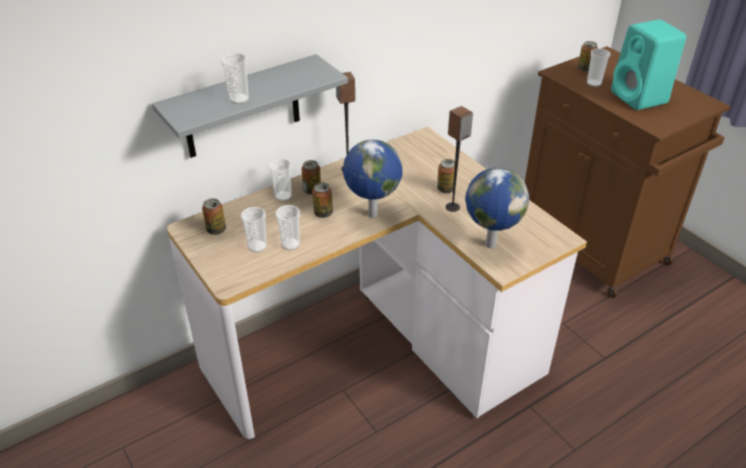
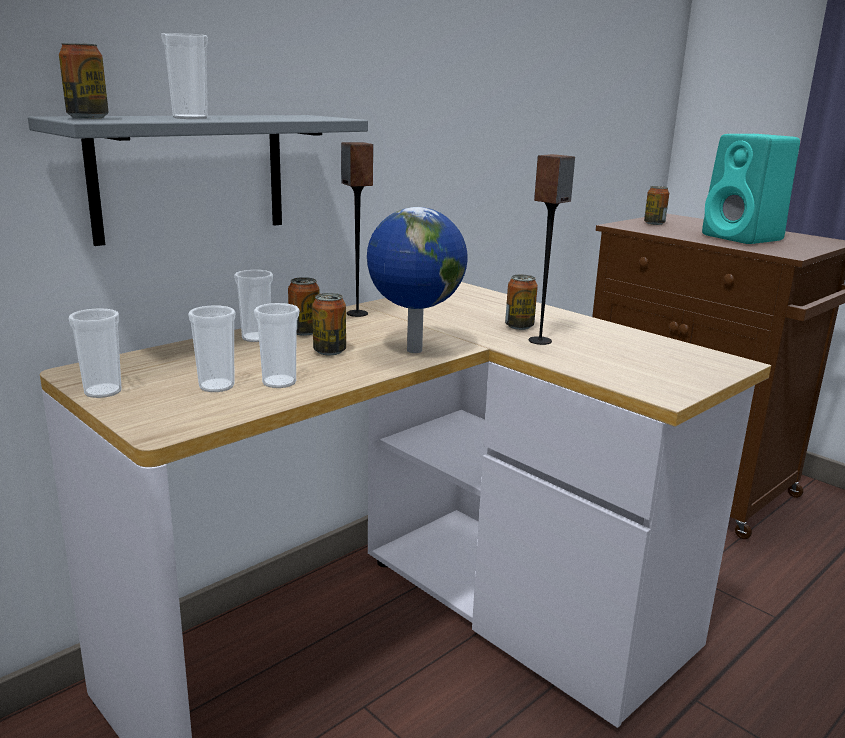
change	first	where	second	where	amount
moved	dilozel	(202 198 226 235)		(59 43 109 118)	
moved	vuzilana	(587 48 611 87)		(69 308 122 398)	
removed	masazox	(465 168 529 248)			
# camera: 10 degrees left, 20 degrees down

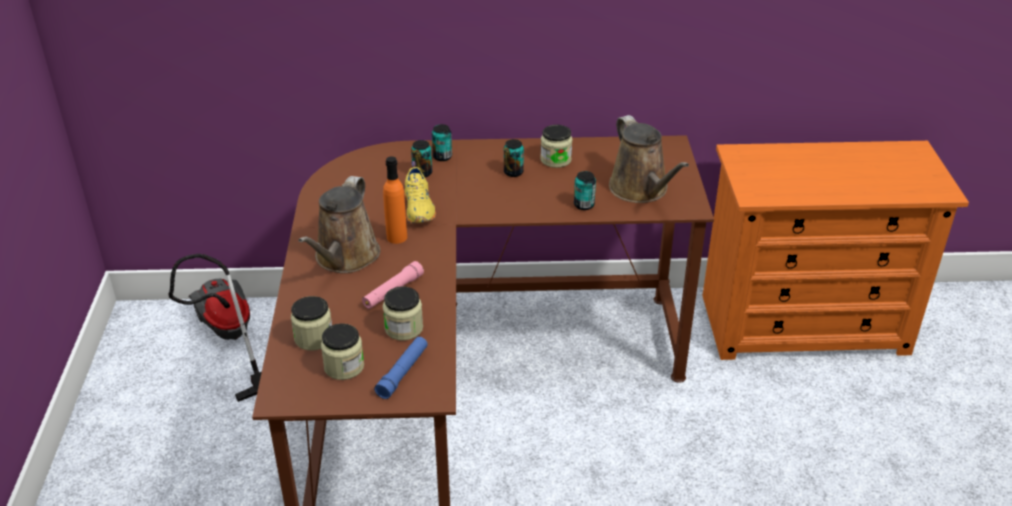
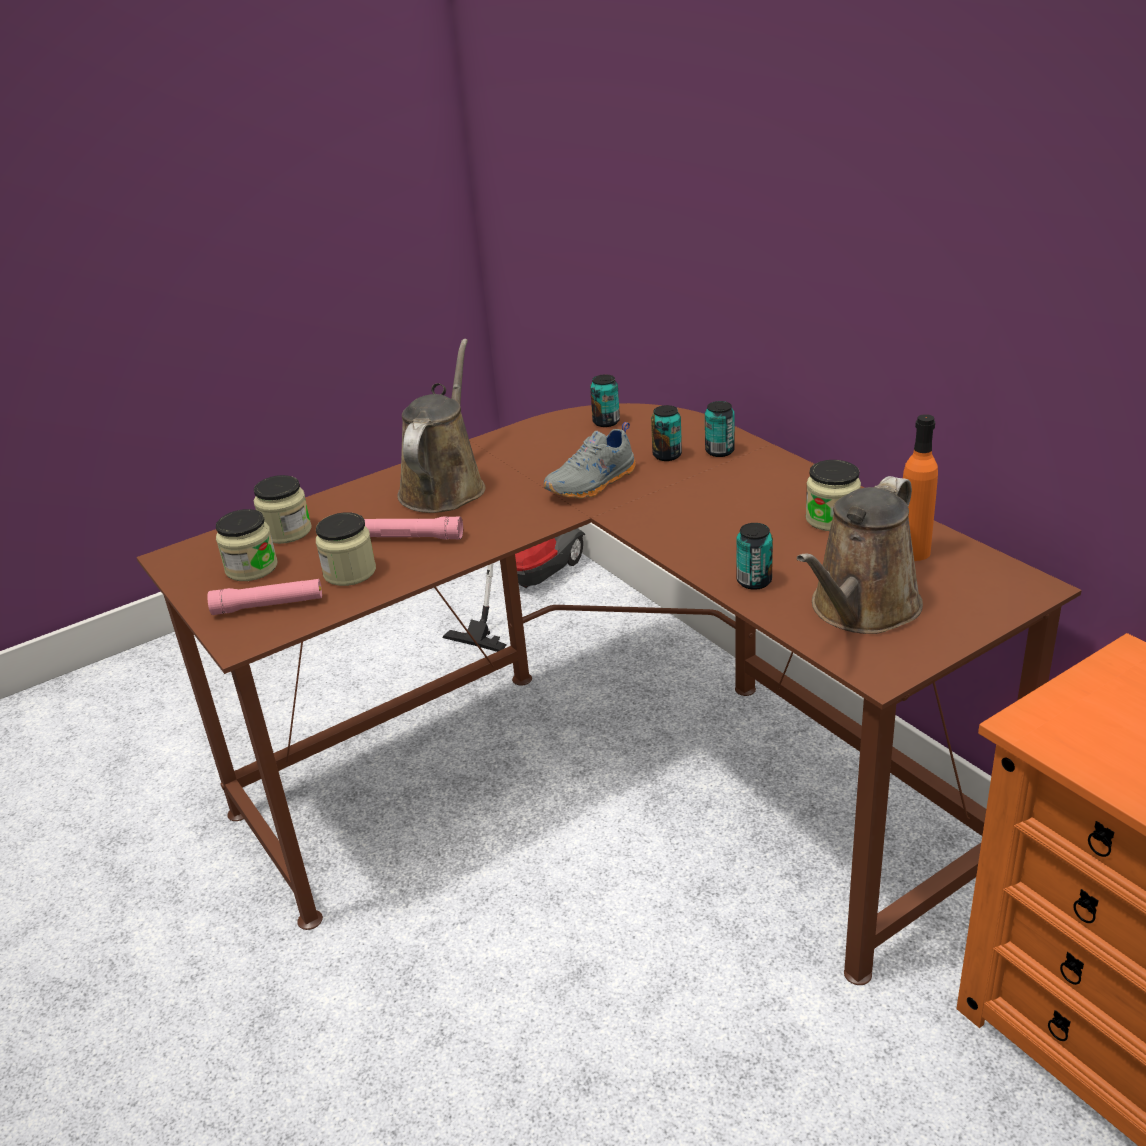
change	first	where	second	where	amount
recoloured	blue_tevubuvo	(374 337 428 399)	pink_tevubuvo	(207 579 322 615)	
turned	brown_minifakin	(298 176 380 273)		(397 339 486 513)	120 degrees clockwise
recoloured	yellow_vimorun	(404 161 436 223)	grey_vimorun	(544 422 636 499)	
moved	dilozel	(504 139 524 177)		(590 374 620 427)	
moved	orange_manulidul	(383 156 407 244)		(903 414 938 561)	
# camera: 60 degrees right, 5 degrees down

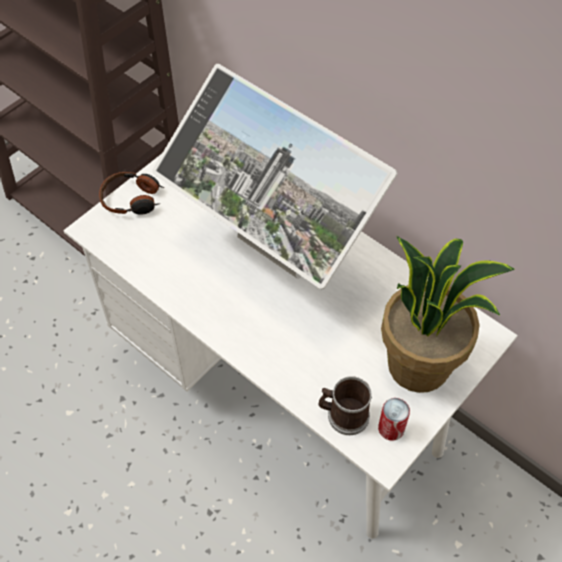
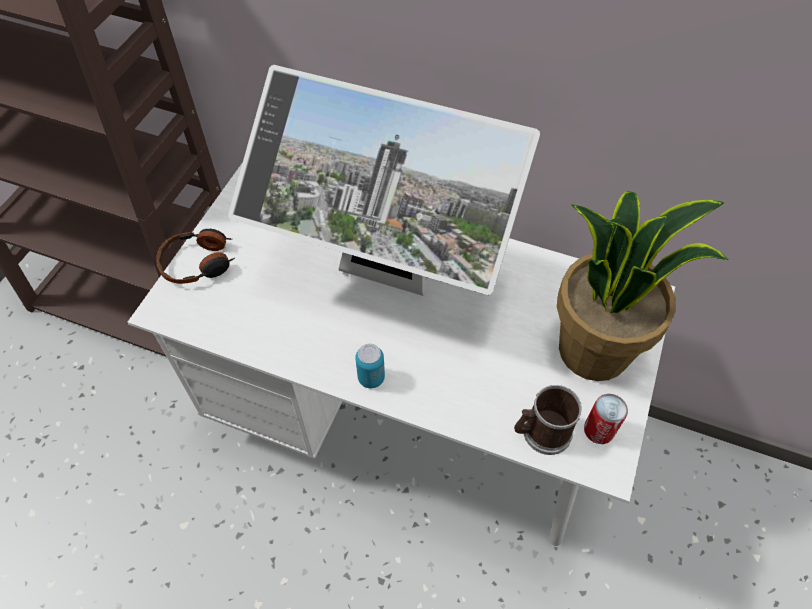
change	first	where	second	where	amount
added			dilozel	(355 344 385 388)	
# camera: 20 degrees left, 0 degrees up

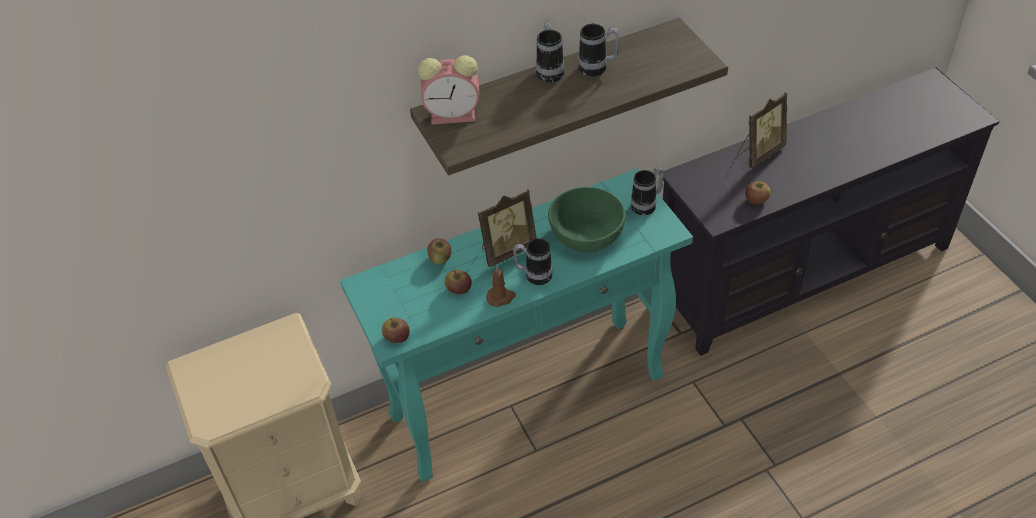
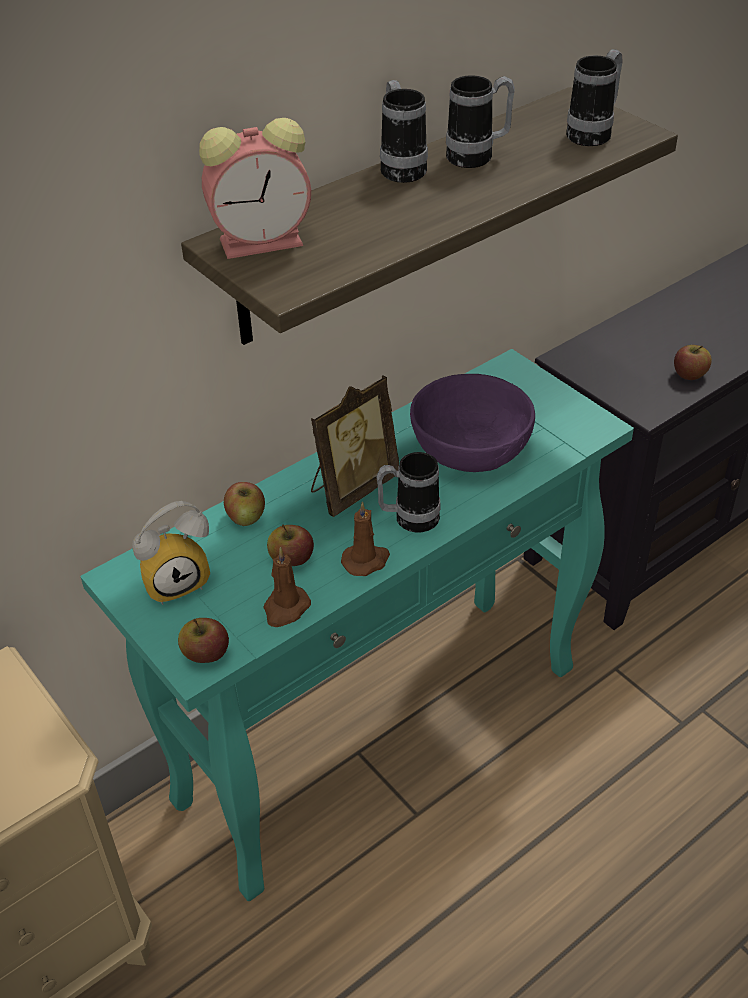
change	first	where	second	where	amount
added			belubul	(132 501 210 605)	
added			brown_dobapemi	(263 547 311 627)	
recoloured	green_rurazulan	(548 187 626 253)	purple_rurazulan	(410 374 535 472)	
moved	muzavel	(631 167 664 215)		(566 49 623 146)	
removed	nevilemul	(737 92 787 168)			
# camera: 15 degrees left, 5 degrees down

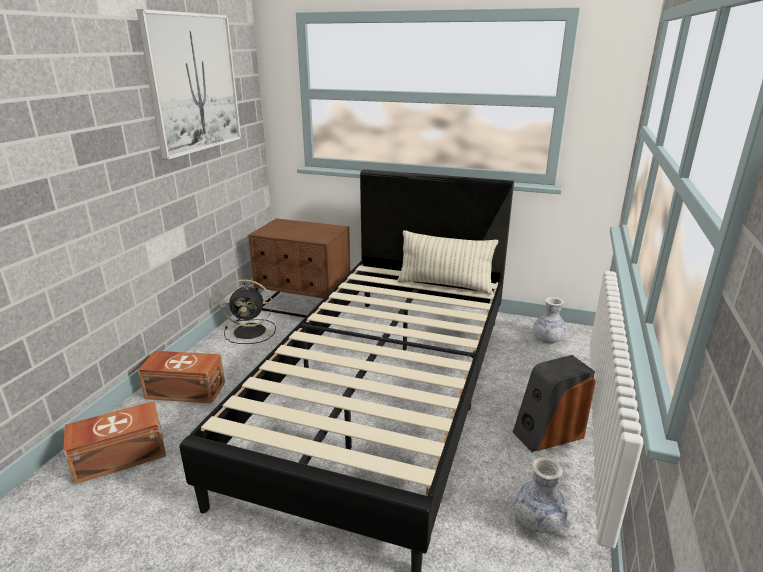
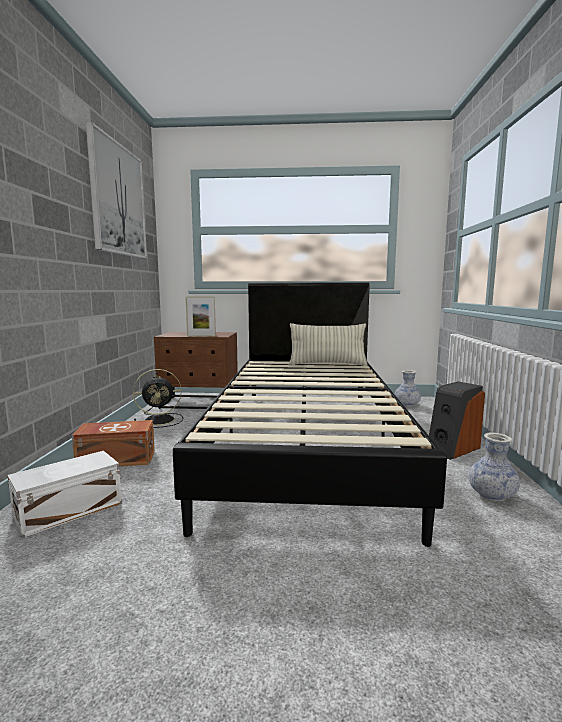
change	first	where	second	where	amount
recoloured	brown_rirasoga	(64 401 166 485)	white_rirasoga	(8 451 122 538)	
added			nevilemul	(186 297 216 336)	
# camera: 15 degrees left, 15 degrees down

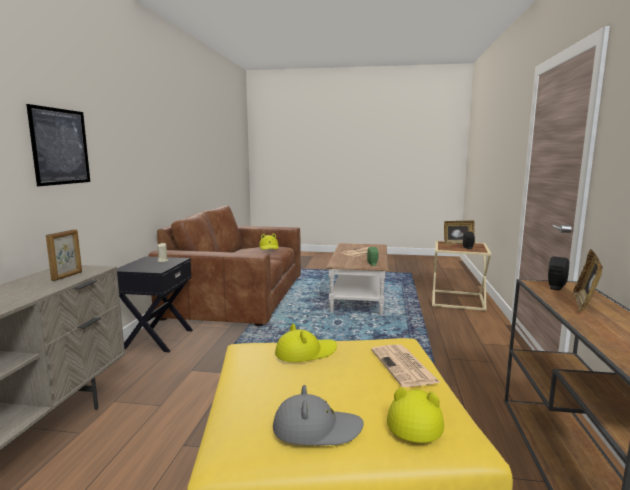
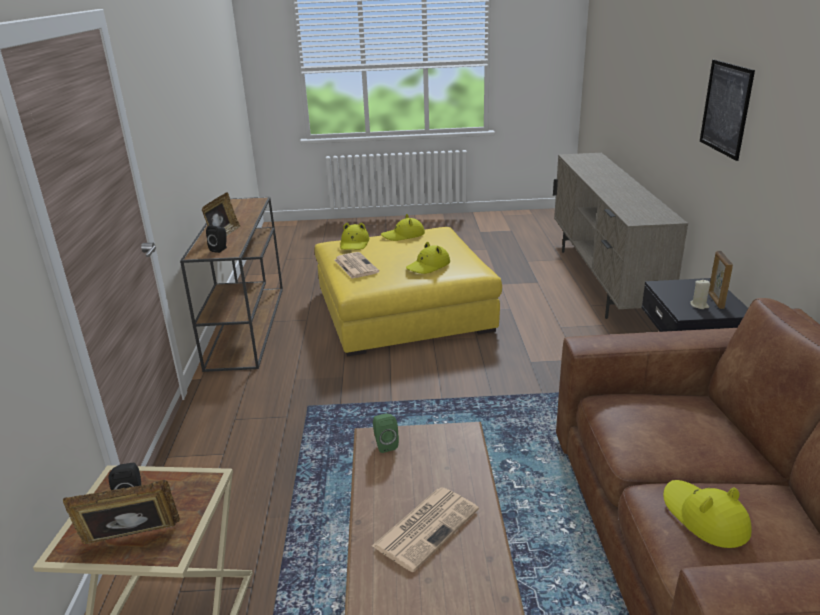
change	first	where	second	where	amount
recoloured	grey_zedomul	(273 385 364 445)	yellow_zedomul	(381 214 425 241)	
moved	nevilemul	(46 229 82 281)		(708 251 733 309)	
# camera: 170 degrees right, 15 degrees up

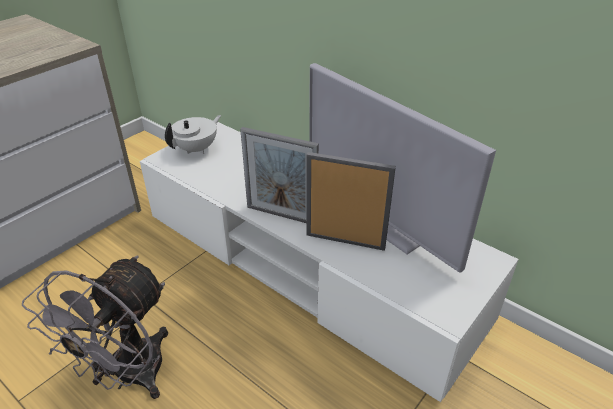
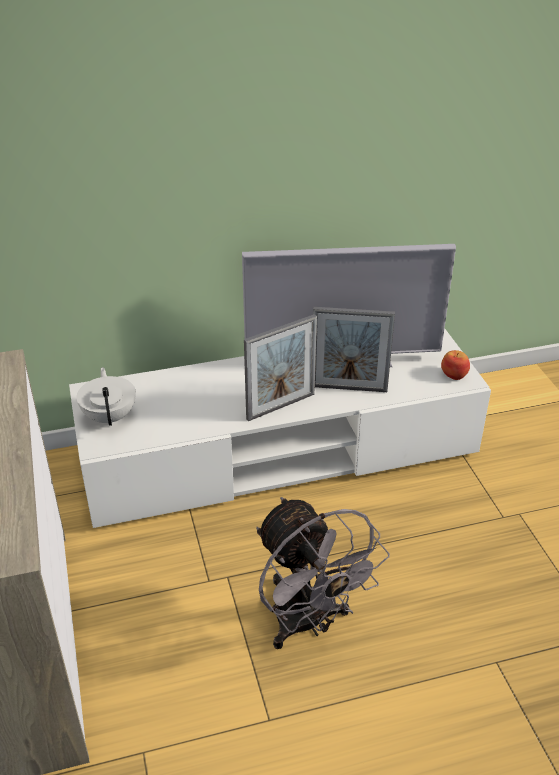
change	first	where	second	where	amount
turned	nevilemul	(307 152 396 251)		(313 307 395 392)	135 degrees counterclockwise
added			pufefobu	(441 350 470 380)	
# camera: 55 degrees left, 0 degrees up

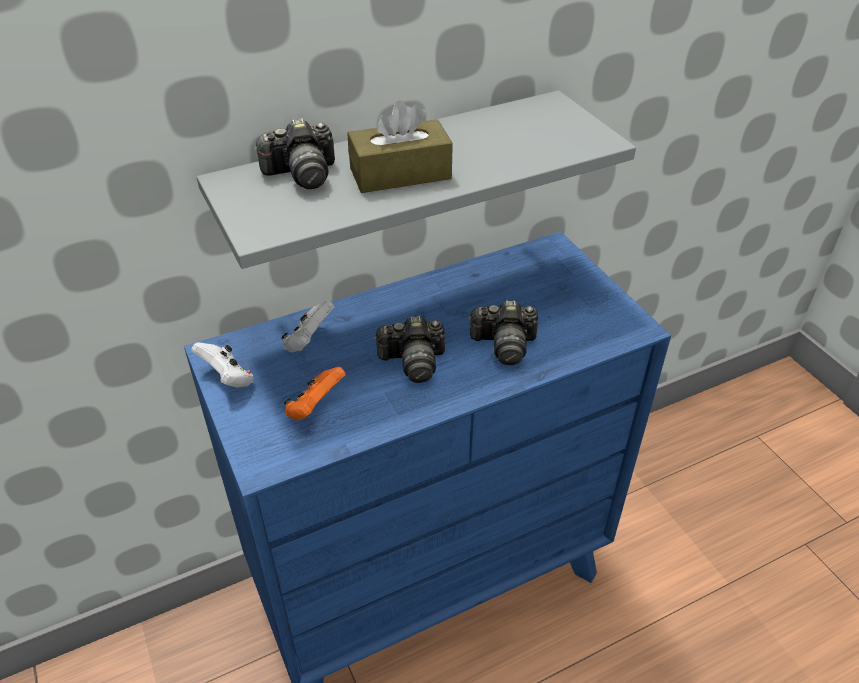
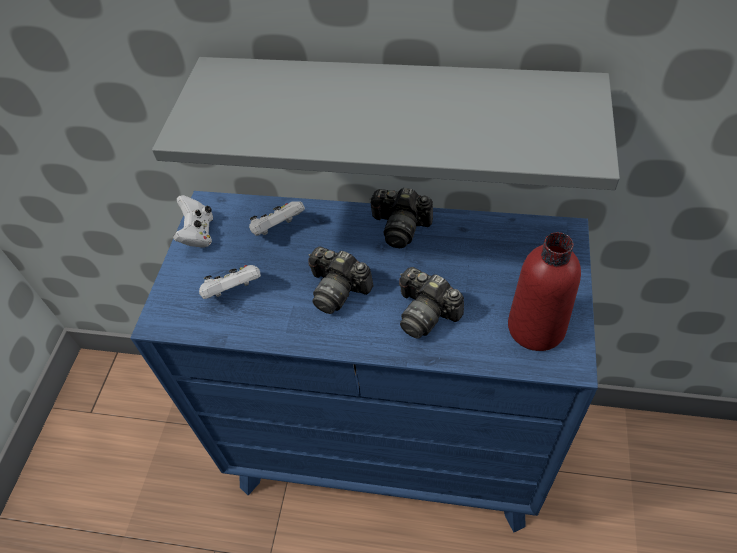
change	first	where	second	where	amount
recoloured	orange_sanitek	(284 367 346 420)	white_sanitek	(199 265 261 299)	
moved	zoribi	(254 118 335 189)		(369 188 433 248)	
added			red_manulidul	(508 232 581 351)	
removed	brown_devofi	(347 100 453 193)			
# camera: 40 degrees right, 10 degrees up

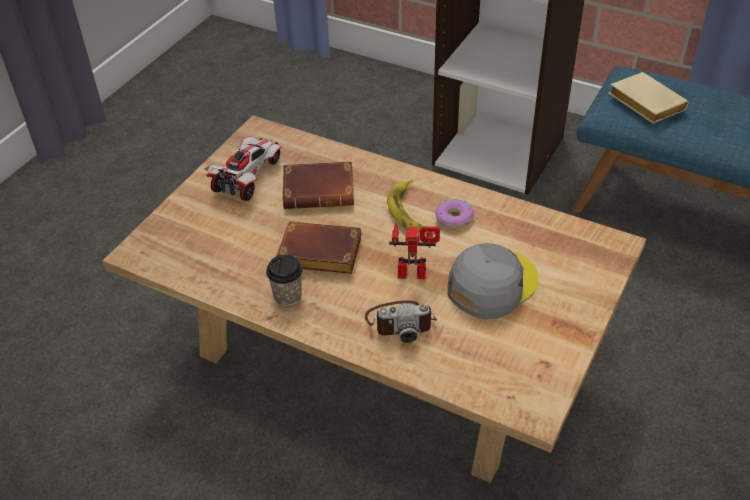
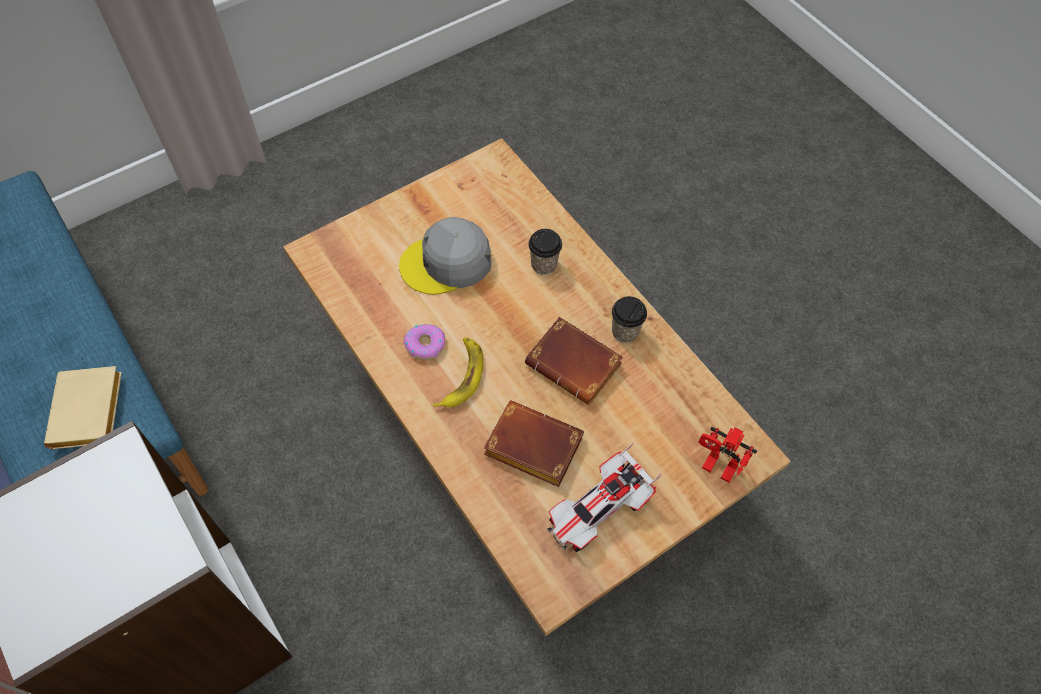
change	first	where	second	where	amount
replaced	zoribi	(365 300 437 343)	vuzilana	(528 229 562 275)	
moved	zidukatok	(389 222 440 279)		(699 426 757 483)	
# camera: 155 degrees left, 15 degrees up

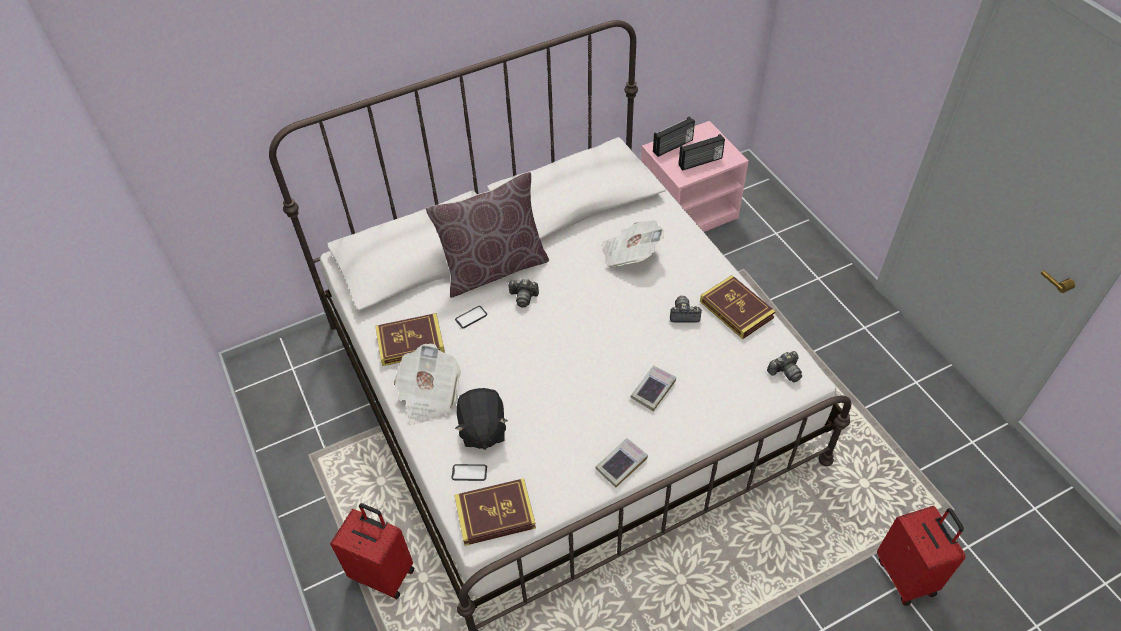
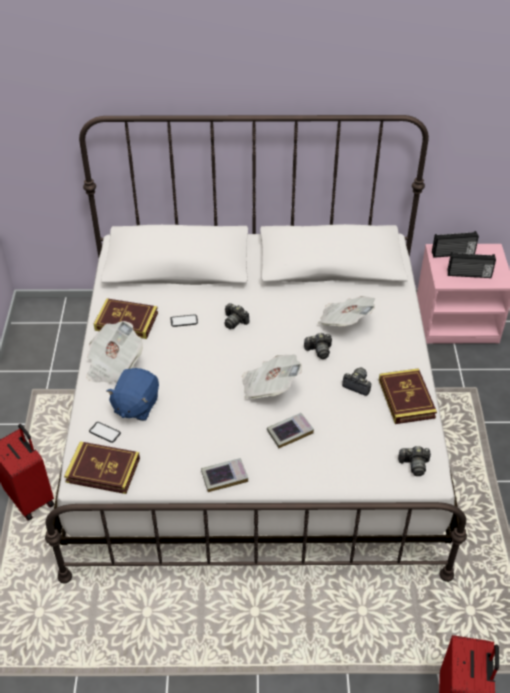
change	first	where	second	where	amount
recoloured	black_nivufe	(455 388 508 450)	blue_nivufe	(106 368 159 421)	
added			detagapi	(242 354 302 399)	
added			zoribi	(304 333 332 359)	
removed	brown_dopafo	(426 172 549 298)			
# camera: 25 degrees right, 5 degrees down

